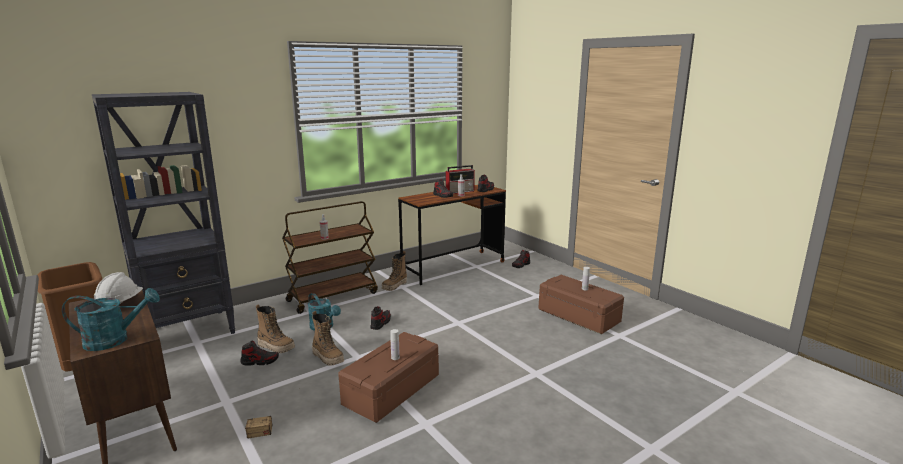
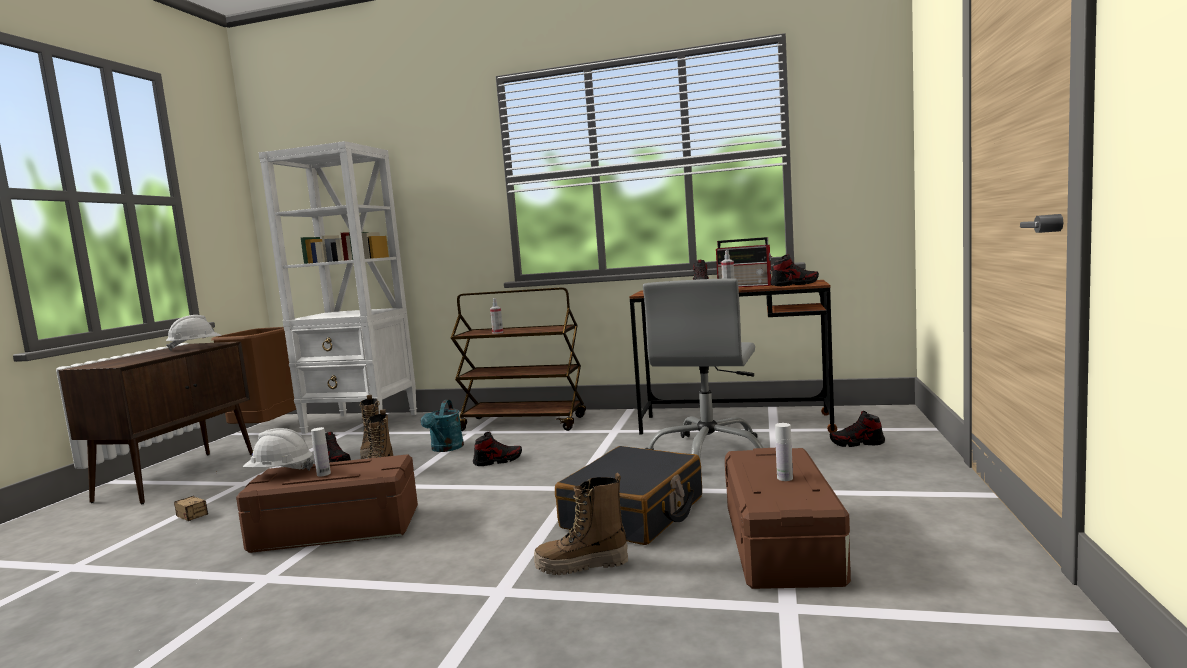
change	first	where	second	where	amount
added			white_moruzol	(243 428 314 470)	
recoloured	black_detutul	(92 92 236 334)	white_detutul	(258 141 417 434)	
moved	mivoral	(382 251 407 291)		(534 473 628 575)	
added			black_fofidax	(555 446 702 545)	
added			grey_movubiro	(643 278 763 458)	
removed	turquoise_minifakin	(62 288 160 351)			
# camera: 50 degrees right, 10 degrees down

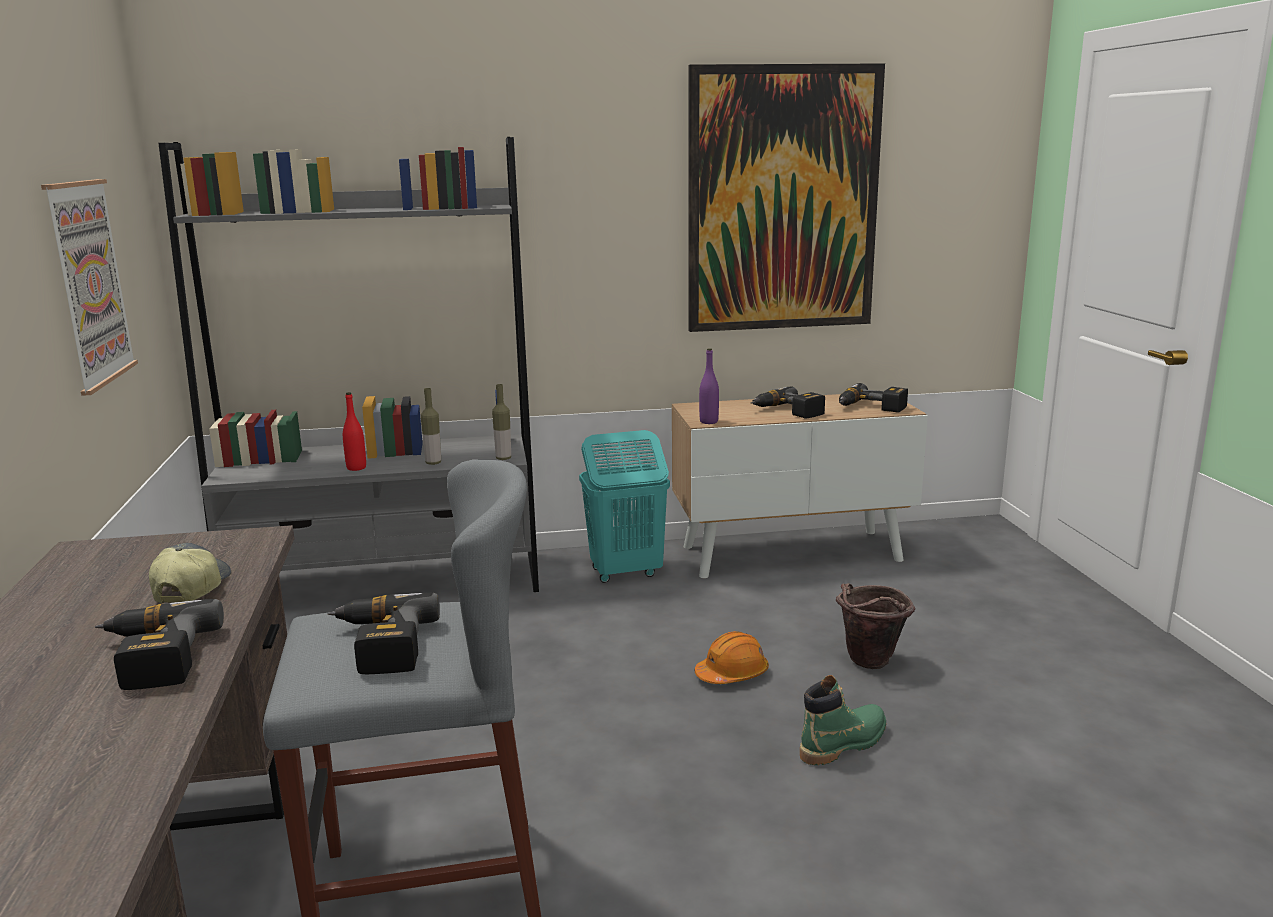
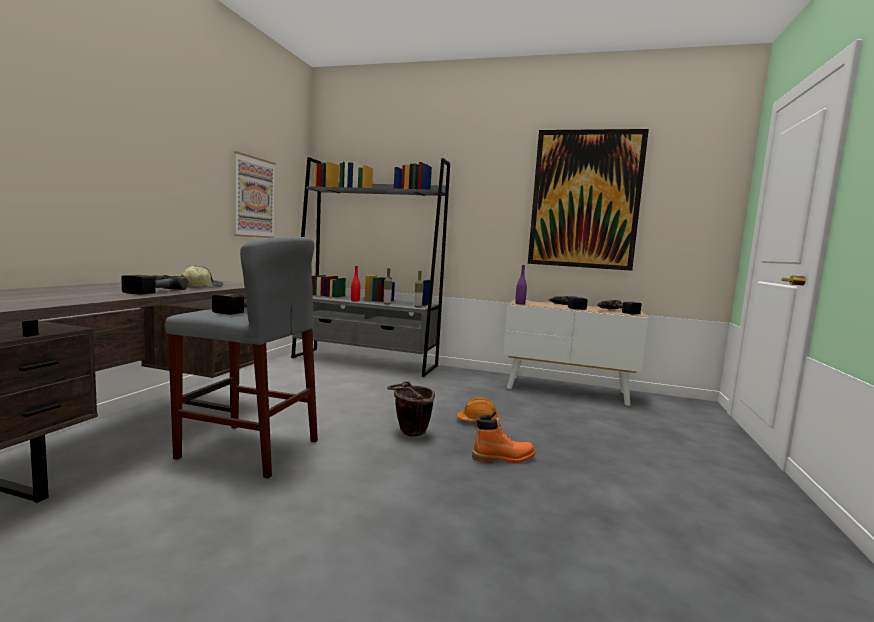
change	first	where	second	where	amount
moved	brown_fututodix	(836 583 916 669)		(387 381 435 437)	
recoloured	green_mivoral	(800 675 886 765)	orange_mivoral	(472 411 536 463)	
removed	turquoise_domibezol	(579 430 670 583)			
# camera: 25 degrees right, 10 degrees down

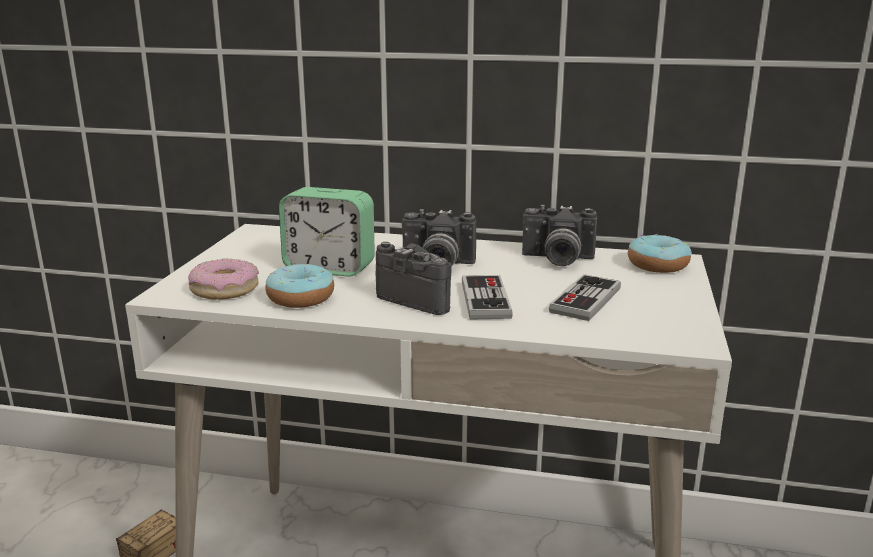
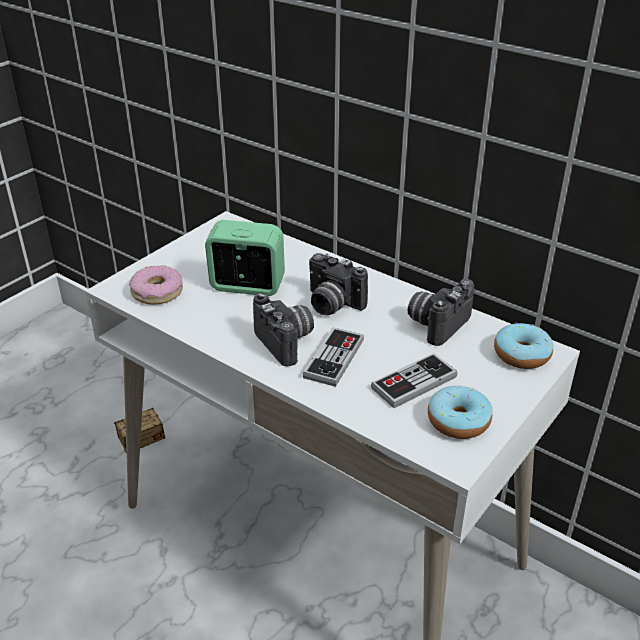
change	first	where	second	where	amount
turned	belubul	(279 187 375 277)		(205 220 285 296)	150 degrees clockwise
turned	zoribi	(522 205 597 266)		(408 279 474 346)	90 degrees clockwise
moved	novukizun	(265 264 334 308)		(428 386 492 439)	
# camera: 25 degrees right, 15 degrees up

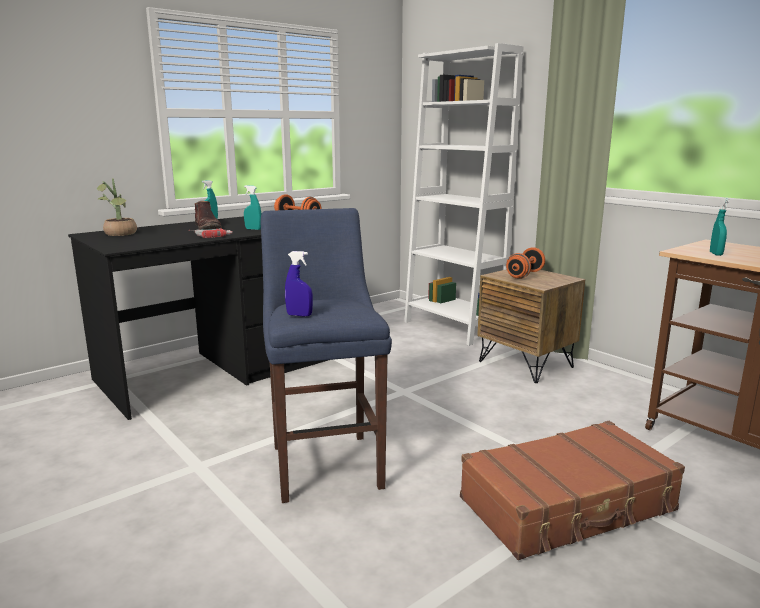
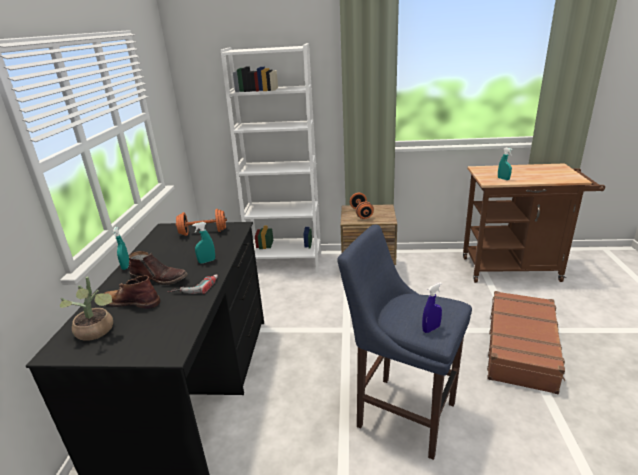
change	first	where	second	where	amount
added			brown_mivoral	(103 275 160 309)	
# camera: 45 degrees left, 10 degrees up

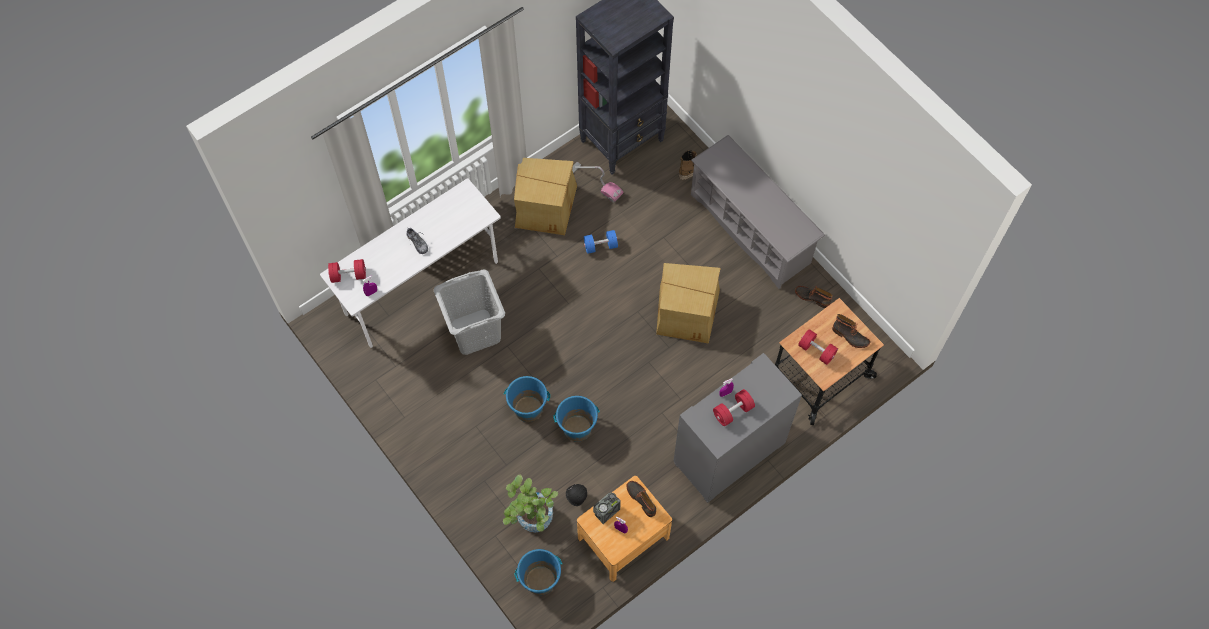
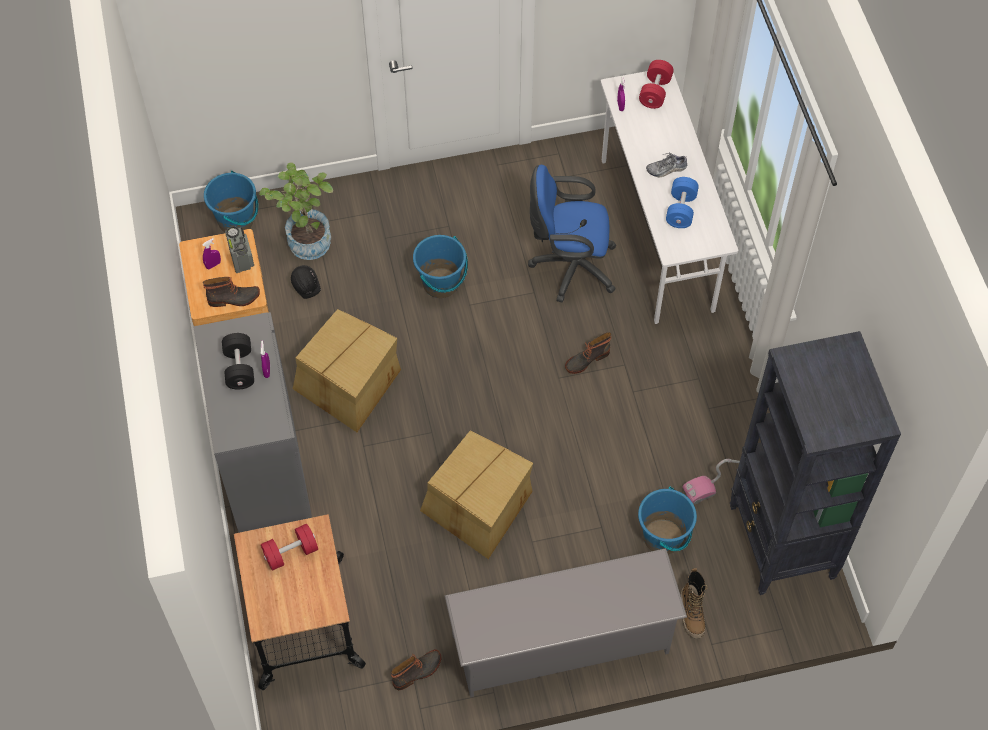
change	first	where	second	where	amount
recoloured	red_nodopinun	(713 389 755 426)	black_nodopinun	(222 333 254 390)	
moved	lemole	(514 158 577 235)		(293 309 401 432)	
replaced	grey_domibezol	(434 269 505 355)	blue_movubiro	(528 165 617 303)	
moved	mivoral	(832 314 870 348)		(565 332 612 374)	
moved	blue_fututodix	(553 396 600 442)		(638 486 697 554)	
moved	blue_nodopinun	(584 230 618 254)		(666 177 699 228)	
# camera: 115 degrees right, 5 degrees down

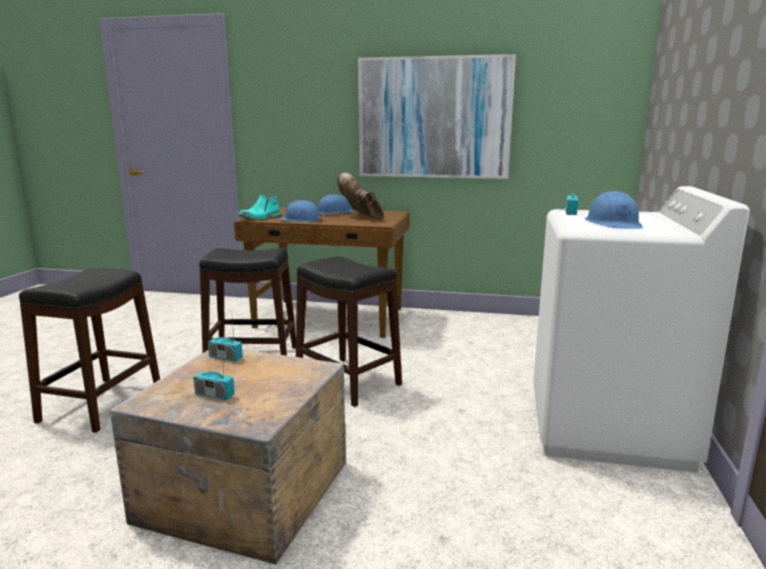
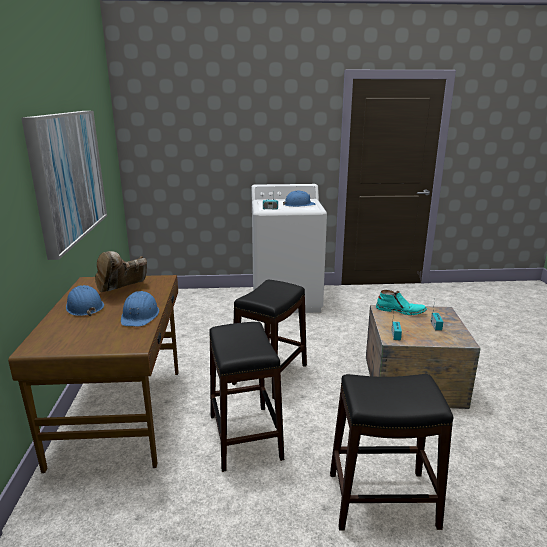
change	first	where	second	where	amount
moved	turquoise_mivoral	(238 195 281 219)		(376 290 427 315)	
# camera: 105 degrees left, 5 degrees up

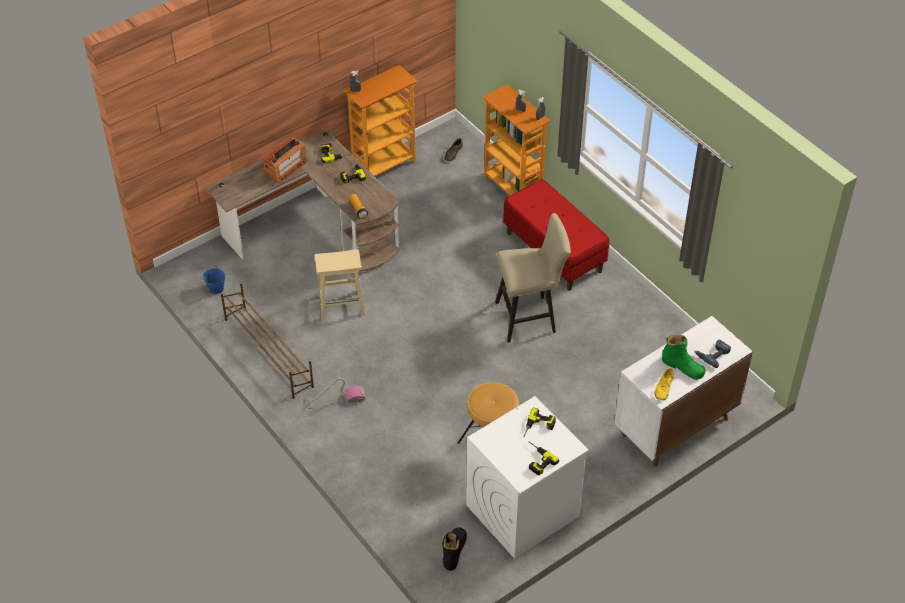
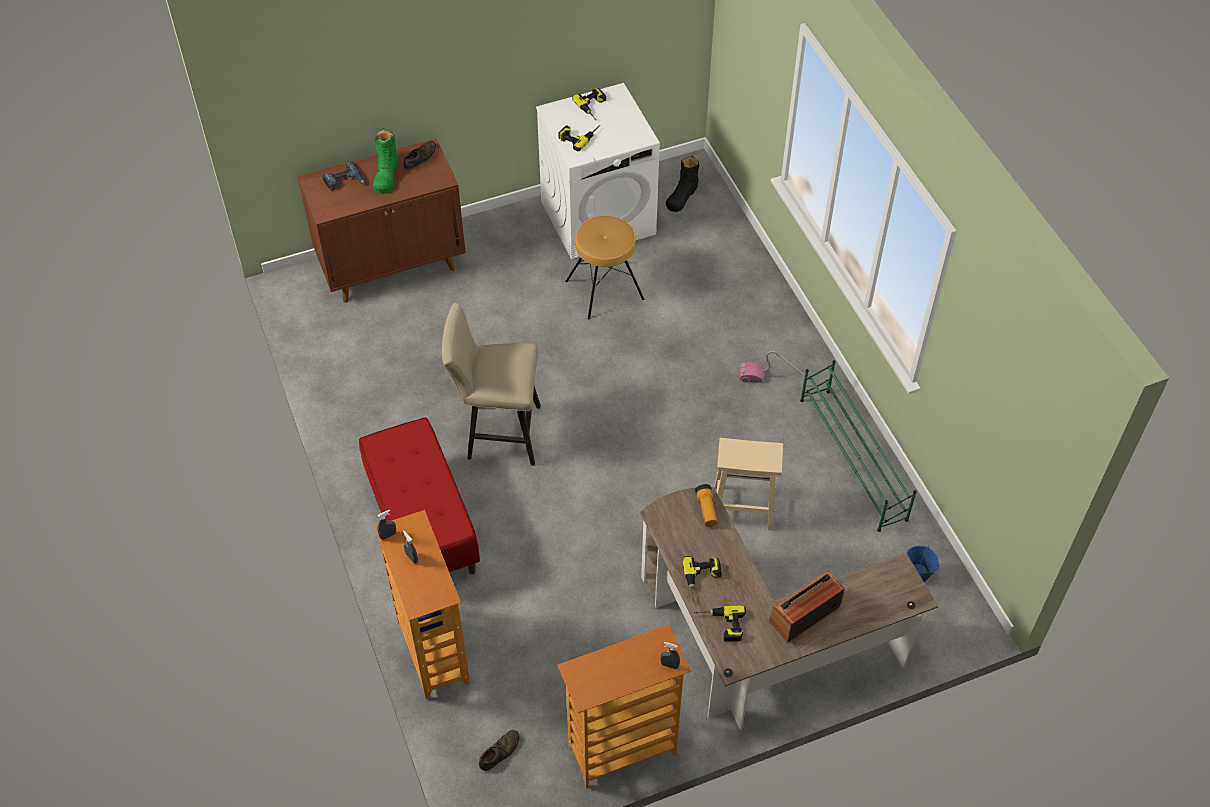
change	first	where	second	where	amount
recoloured	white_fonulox	(614 316 753 467)	brown_fonulox	(298 139 466 303)	
turned	green_mivoral	(662 335 705 380)		(373 129 397 194)	135 degrees counterclockwise
recoloured	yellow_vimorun	(654 368 674 400)	brown_vimorun	(404 141 436 170)	
recoloured	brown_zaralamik	(221 284 314 399)	green_zaralamik	(800 360 917 532)	
# camera: 165 degrees left, 5 degrees up

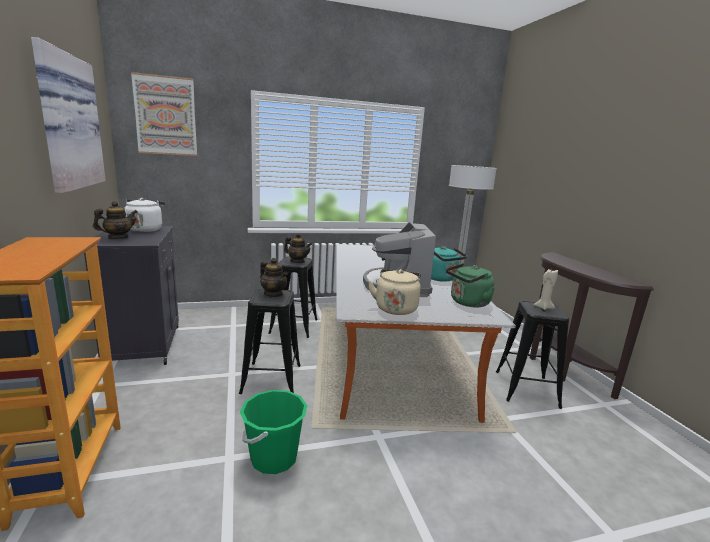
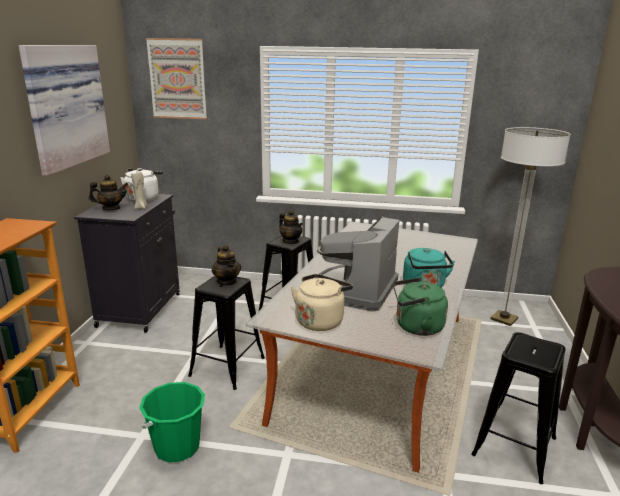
change	first	where	second	where	amount
moved	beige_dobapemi	(534 269 558 310)		(131 172 148 209)	
# camera: 25 degrees right, 5 degrees up

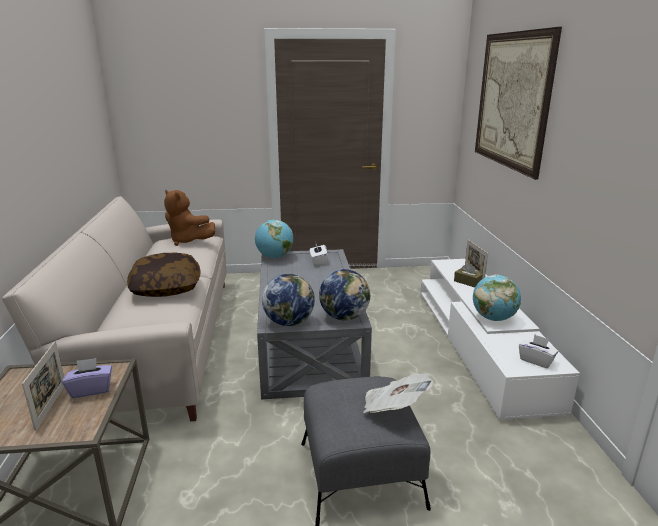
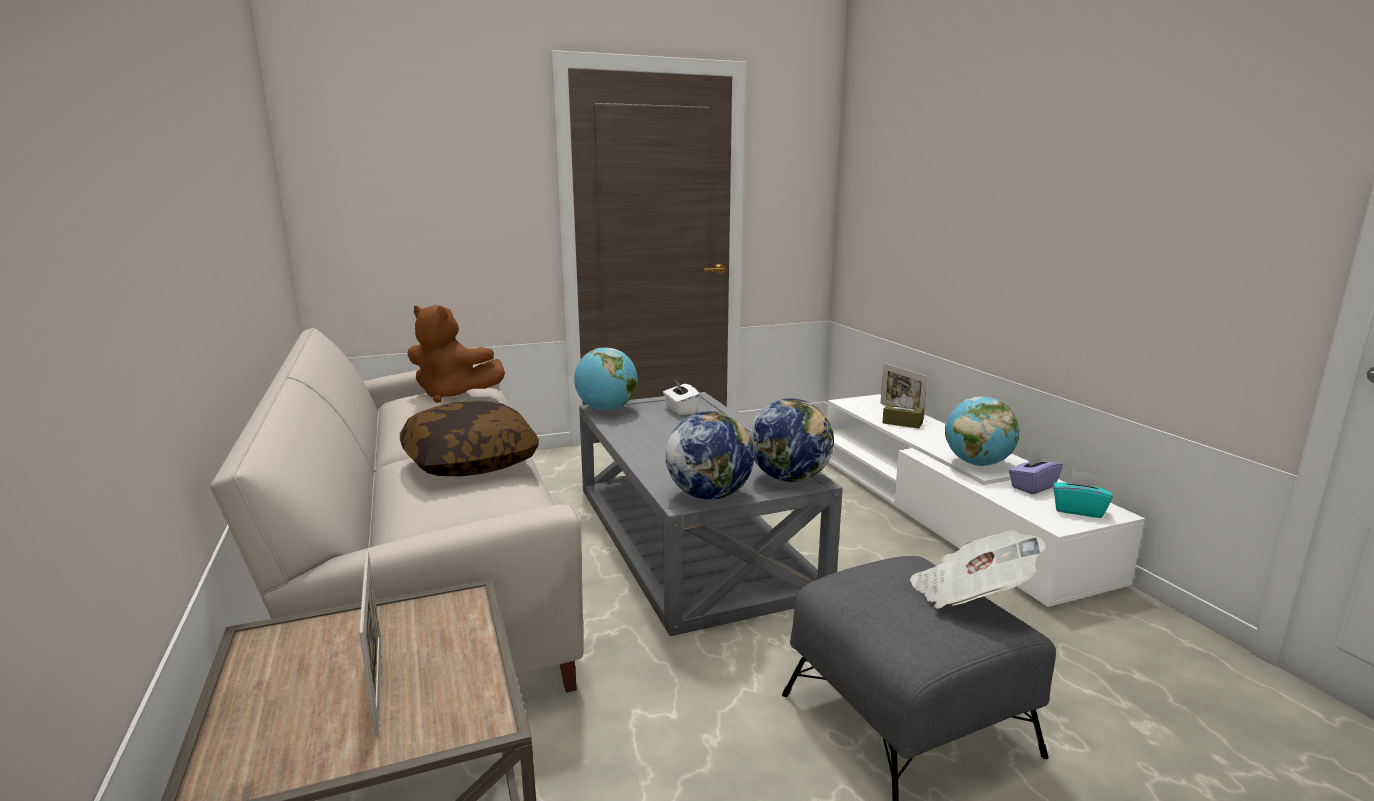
change	first	where	second	where	amount
moved	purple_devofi	(62 358 112 398)		(1009 450 1063 494)	
recoloured	white_devofi	(519 334 558 368)	turquoise_devofi	(1053 471 1113 518)	
removed	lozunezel	(475 27 562 180)			
# camera: 15 degrees left, 5 degrees down

